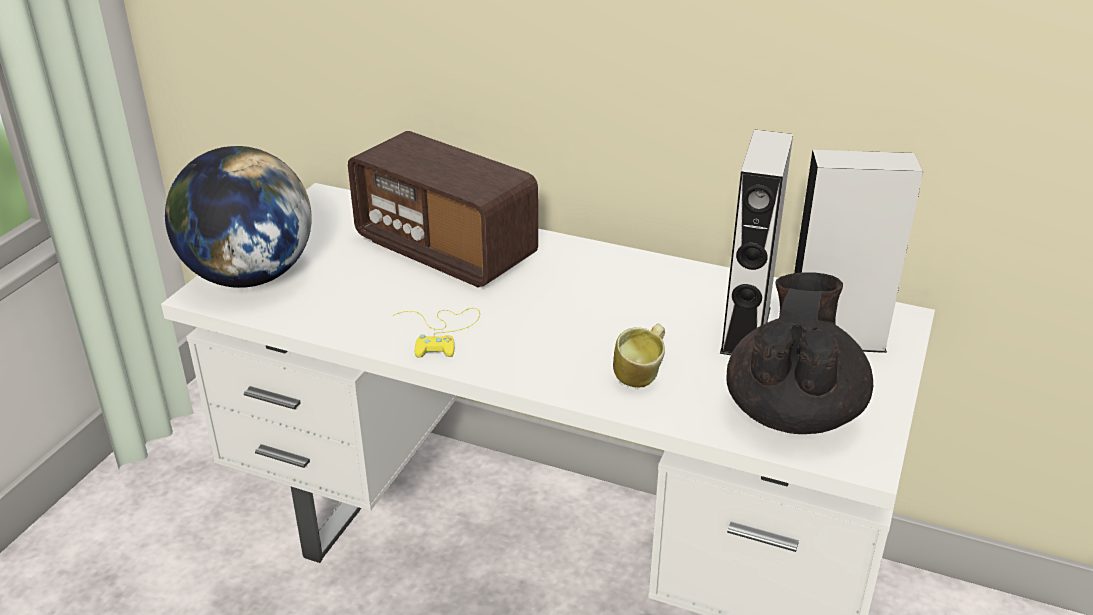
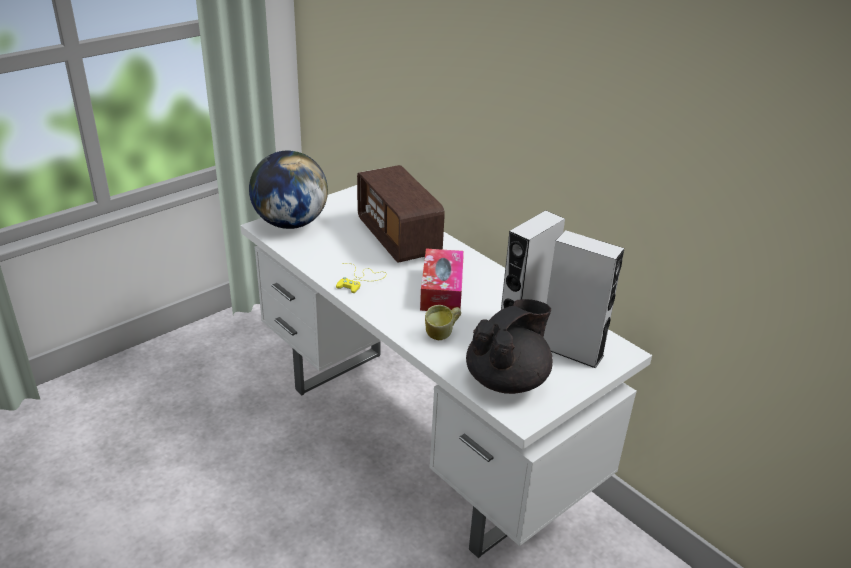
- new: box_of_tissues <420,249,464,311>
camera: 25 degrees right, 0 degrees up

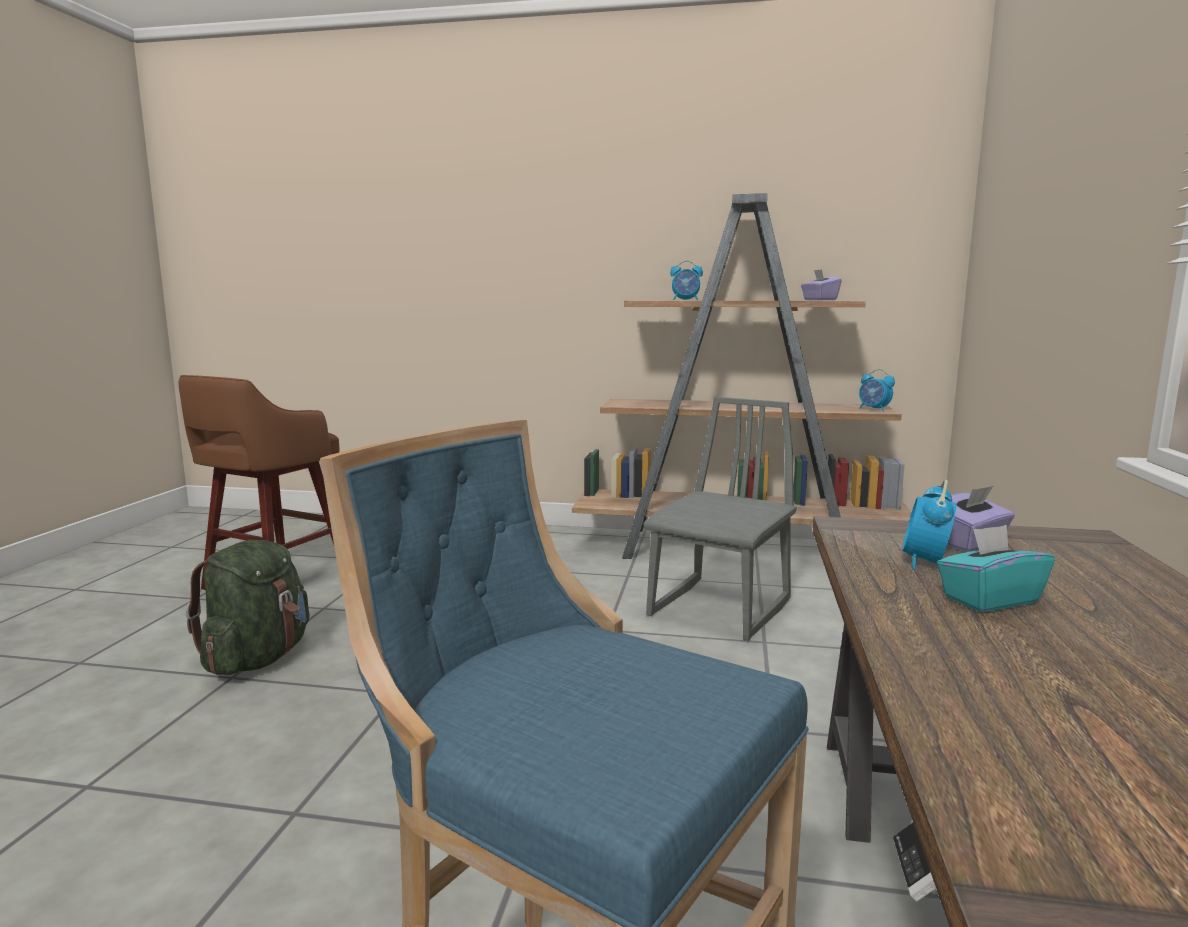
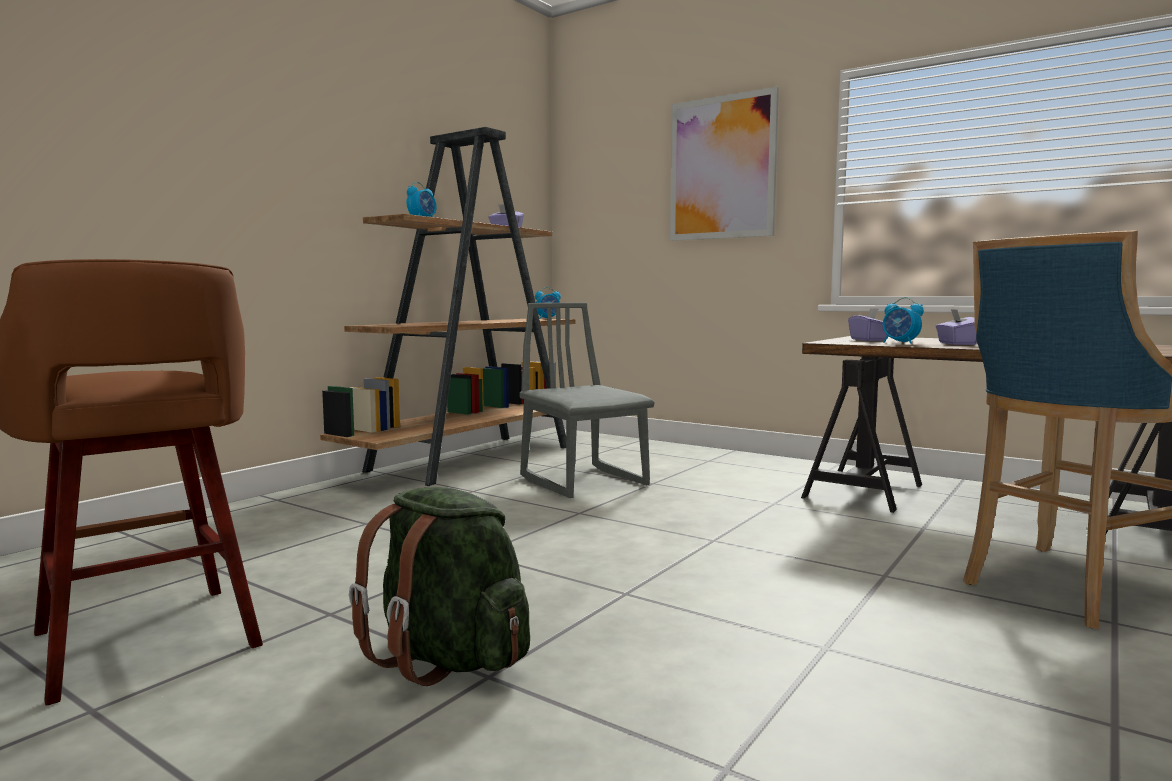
- repainted: turquoise_box_of_tissues <937,525,1055,612> to purple_box_of_tissues <936,309,977,345>
- new: wall_art <670,87,779,241>
camera: 65 degrees left, 5 degrees down

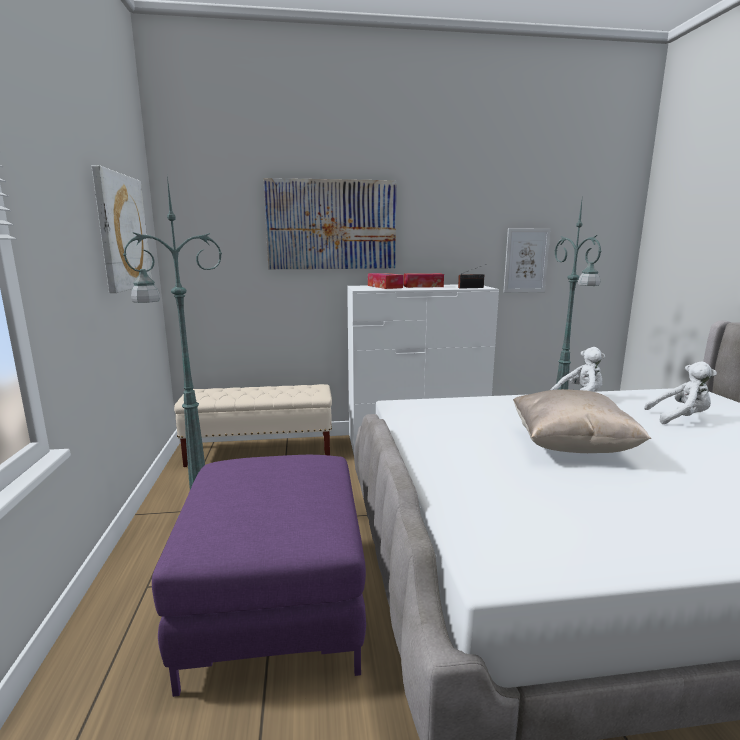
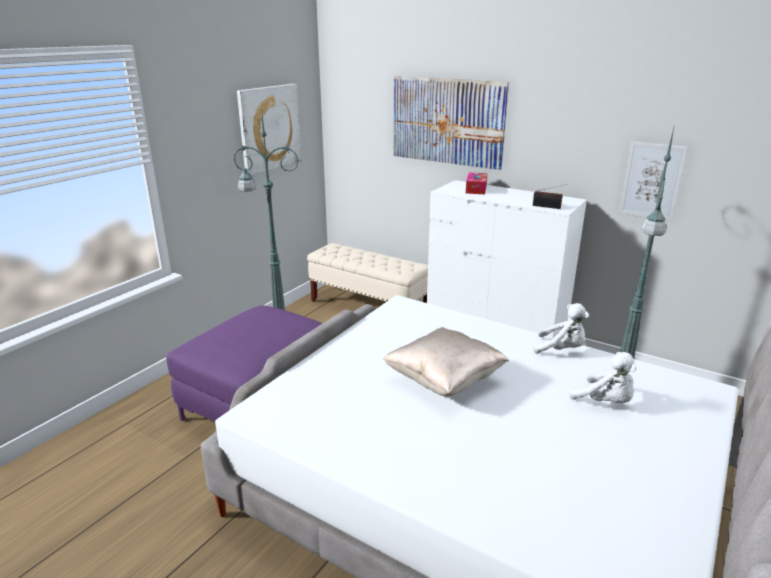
- gone: box_of_tissues <403,273,444,288>
camera: 40 degrees right, 10 degrees up

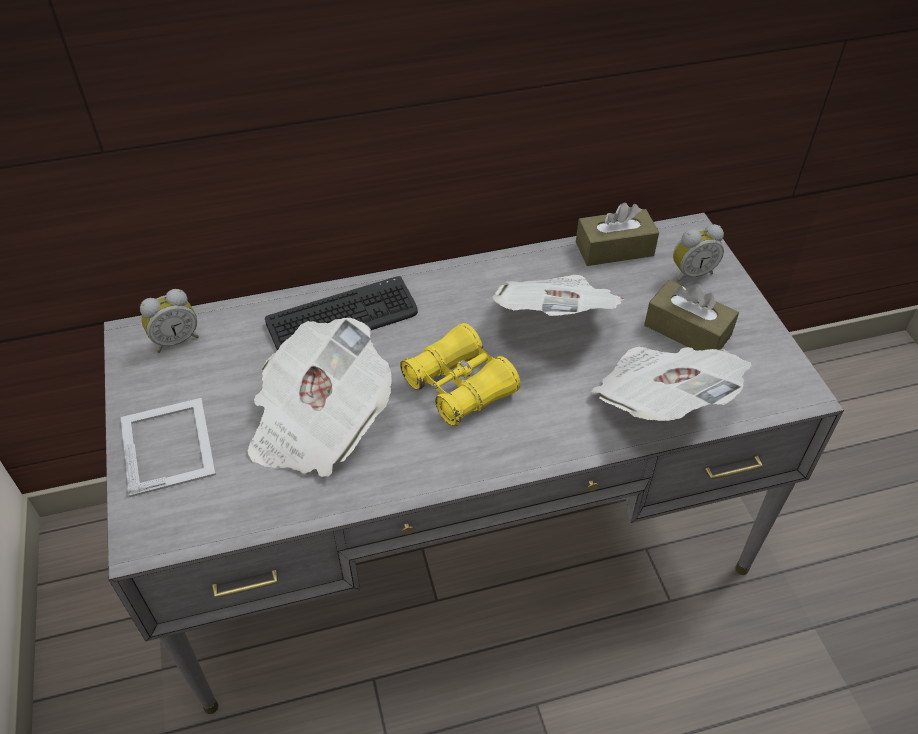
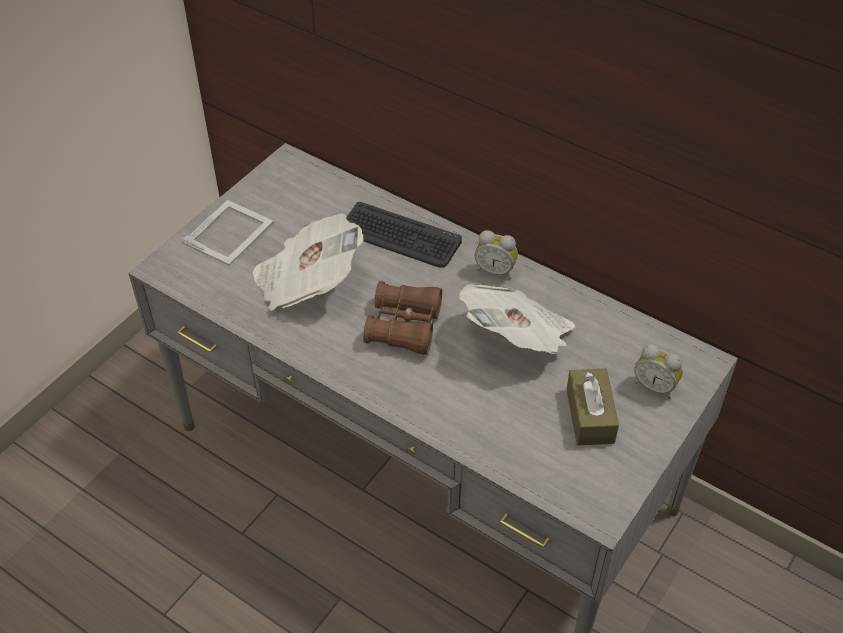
- gone: brownish_box_of_tissues <576,203,659,266>
- shifted: alarm_clock <140,289,199,353> to <475,230,518,279>
- repainted: yellowish_binoculars <400,323,521,427> to brownish_binoculars <363,281,442,355>
- gone: daily_paper <591,346,752,421>
camera: 50 degrees right, 0 degrees up

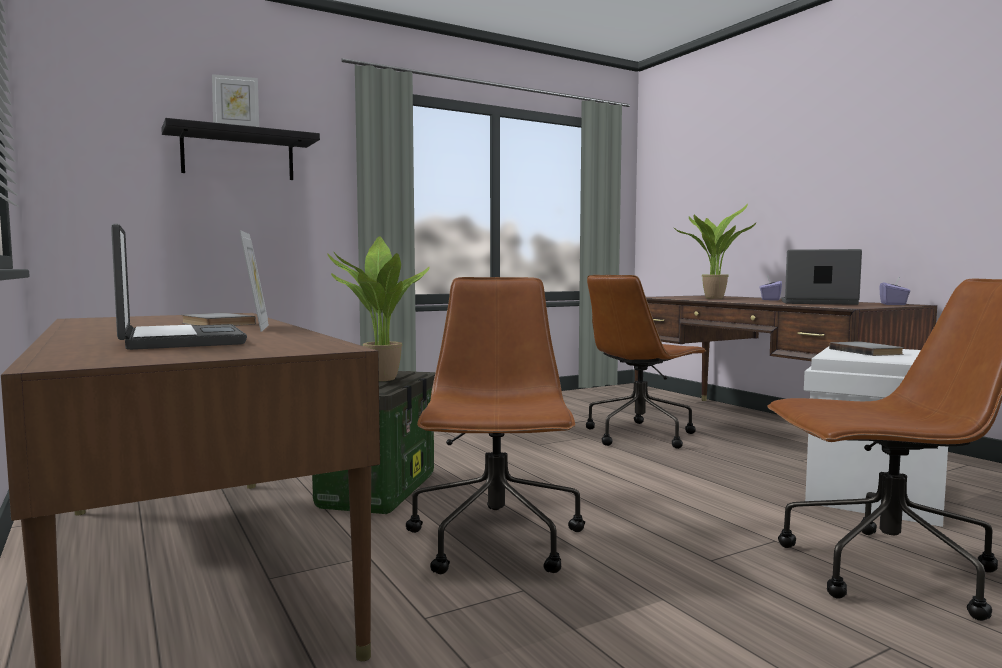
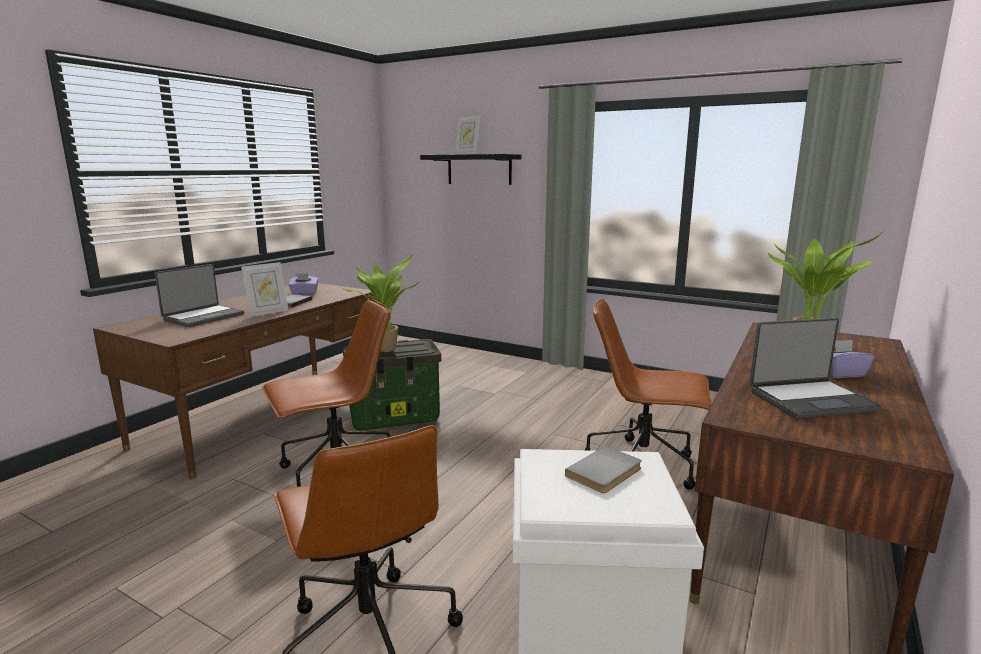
- rotated: notebook_computer <781,249,862,305> = <750,318,882,419> 90 degrees clockwise
- shifted: purple_box_of_tissues <879,276,910,305> to <289,273,318,295>
camera: 60 degrees right, 10 degrees up

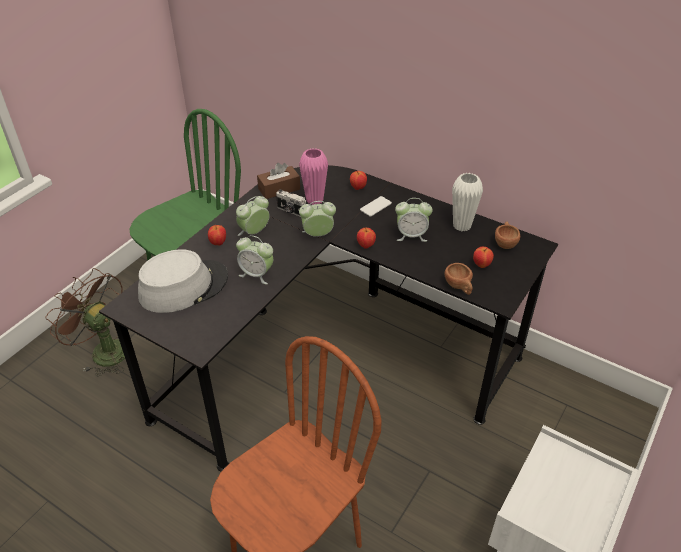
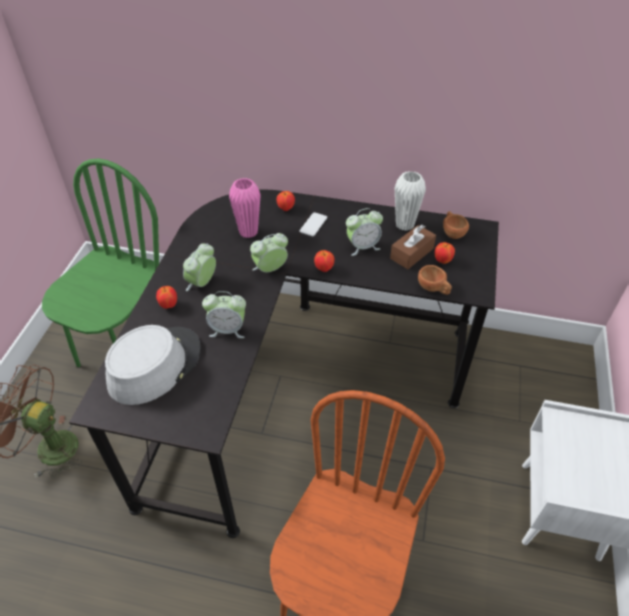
- shifted: brownish_box_of_tissues <257,163,300,199> to <390,225,436,269>
- gone: photo_camera <276,190,306,217>
camera: 20 degrees left, 5 degrees up

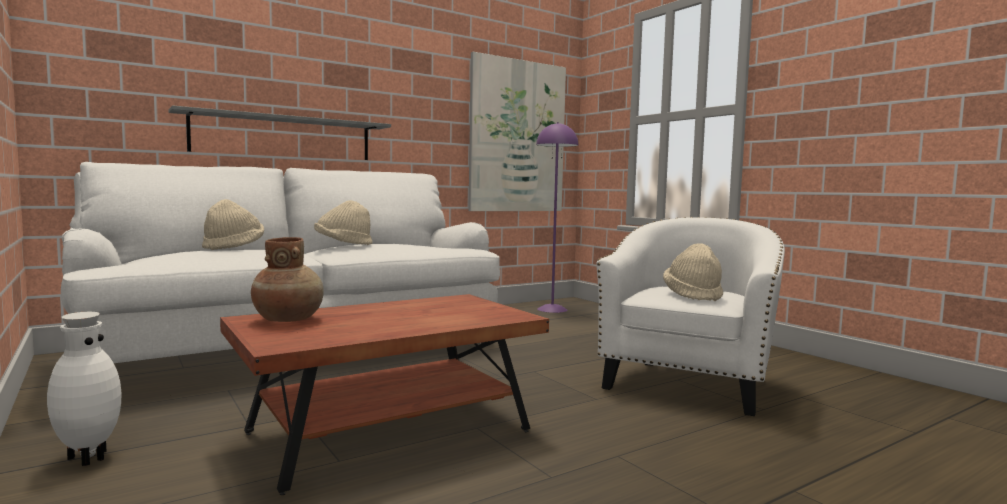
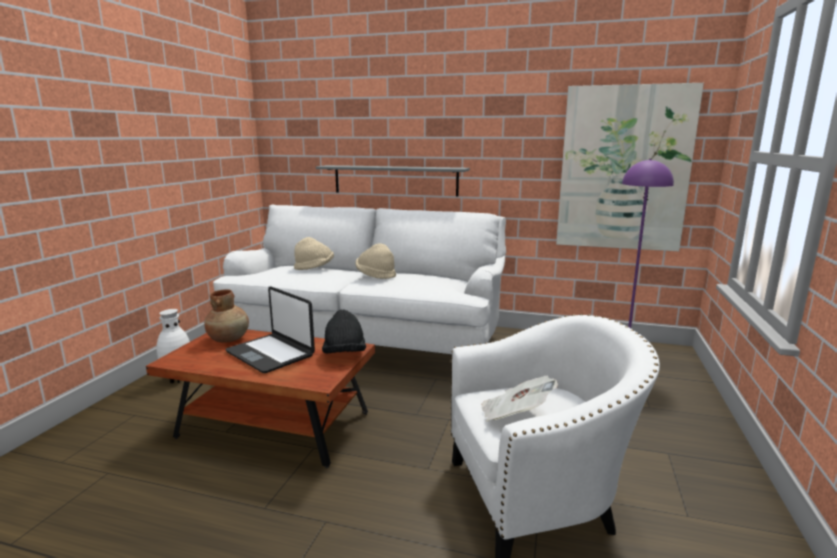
- swapped: sand-coloured_hat <663,243,723,301> to daily_paper <481,376,558,422>
- new: notebook_computer <226,286,315,373>
- new: black-coloured_hat <322,309,366,353>
camera: 50 degrees right, 10 degrees up

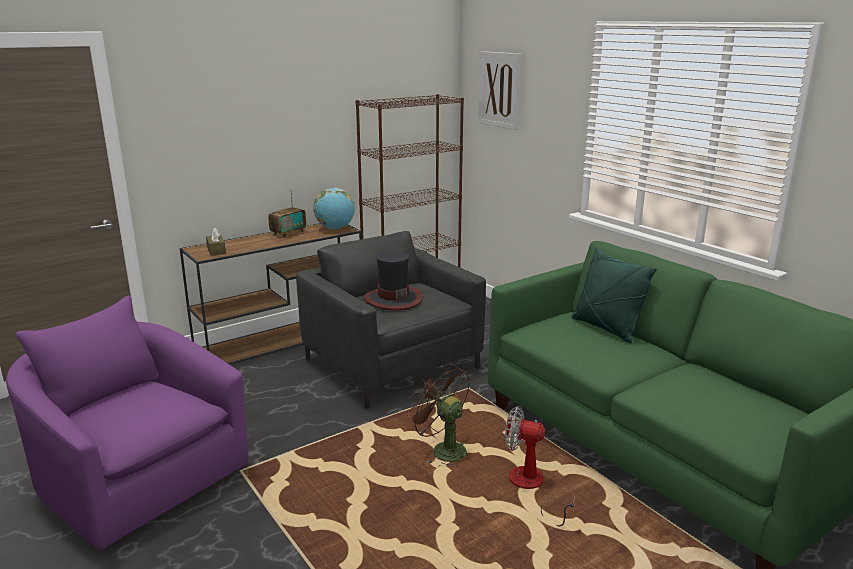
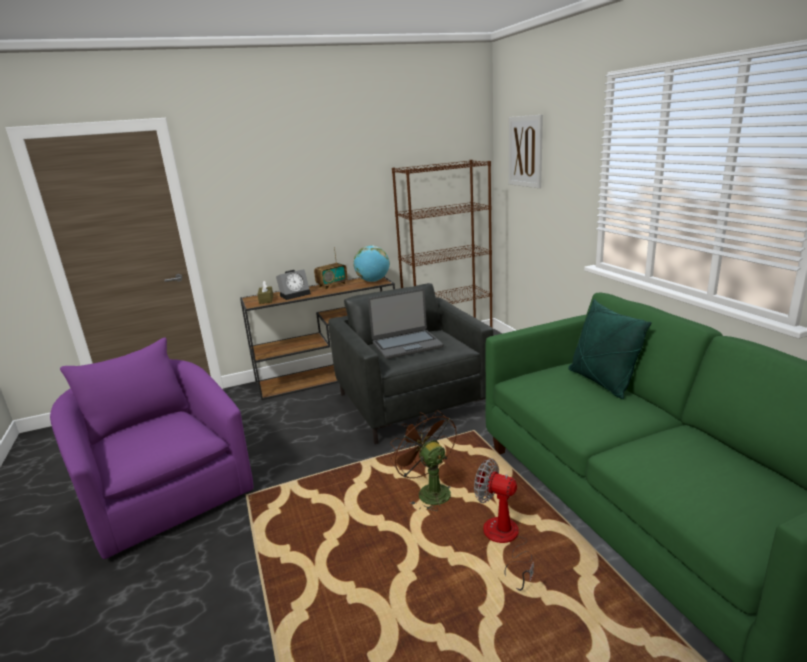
- swapped: hat <364,252,423,311> to notebook_computer <368,289,443,359>
- new: alarm_clock <276,269,311,300>
camera: 15 degrees right, 0 degrees up

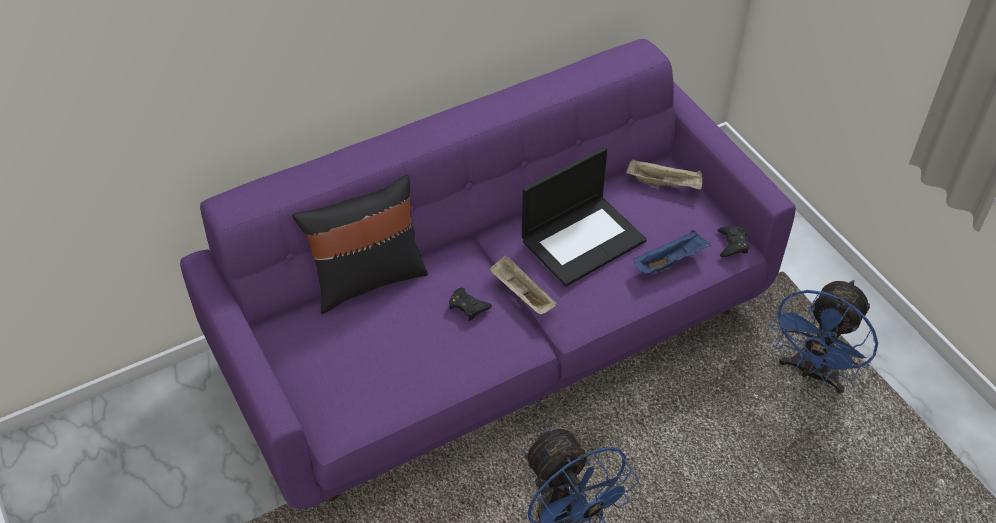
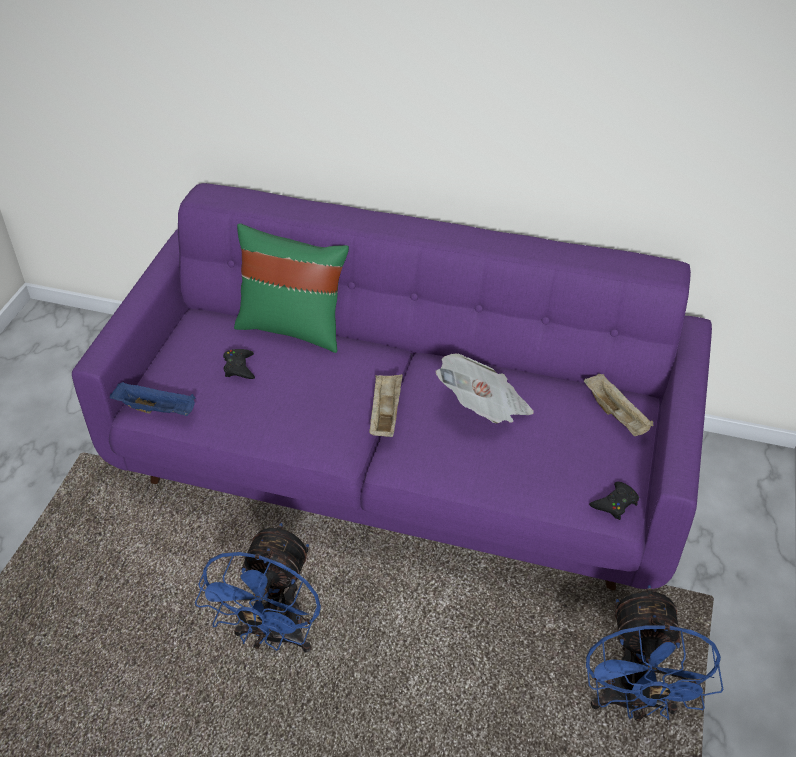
- swapped: notebook_computer <522,147,647,287> to daily_paper <435,353,534,424>
- repainted: black-coloured_pillow <292,175,428,314> to greenish_pillow <234,223,349,353>
- shifted: bluish_serving_tray <633,230,711,275> to <110,382,196,416>
- rotated: bluish_electric_fan <770,280,878,394> = <586,585,723,721> 75 degrees counterclockwise
- shifted: black-coloured_gamepad <449,287,492,321> to <223,349,255,379>
camera: 45 degrees right, 5 degrees down

